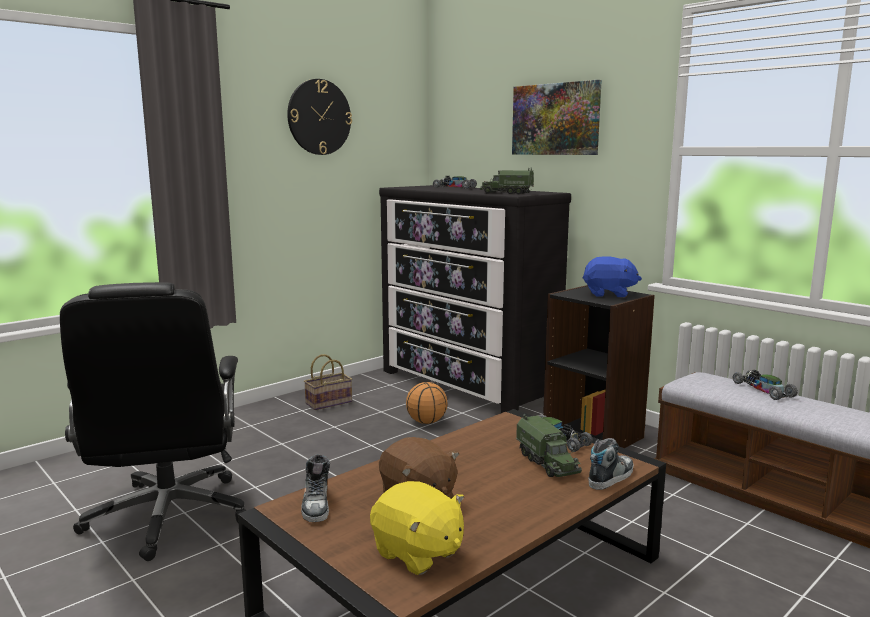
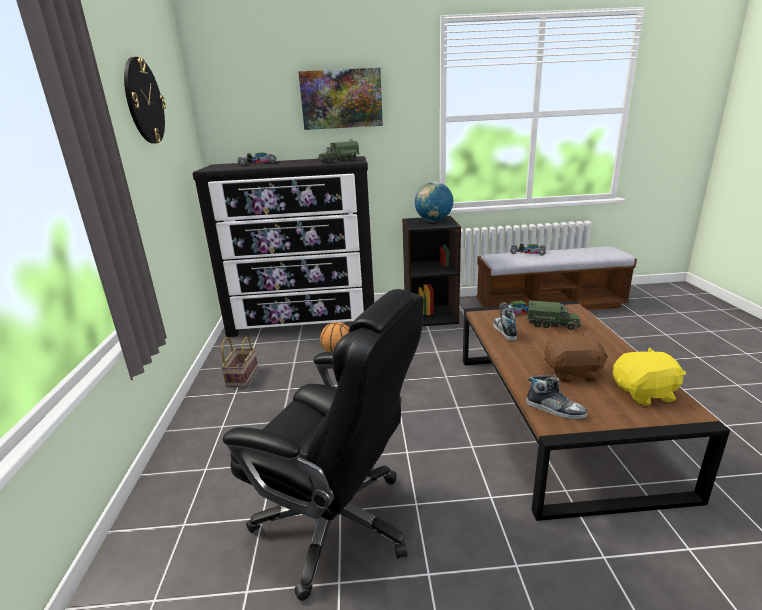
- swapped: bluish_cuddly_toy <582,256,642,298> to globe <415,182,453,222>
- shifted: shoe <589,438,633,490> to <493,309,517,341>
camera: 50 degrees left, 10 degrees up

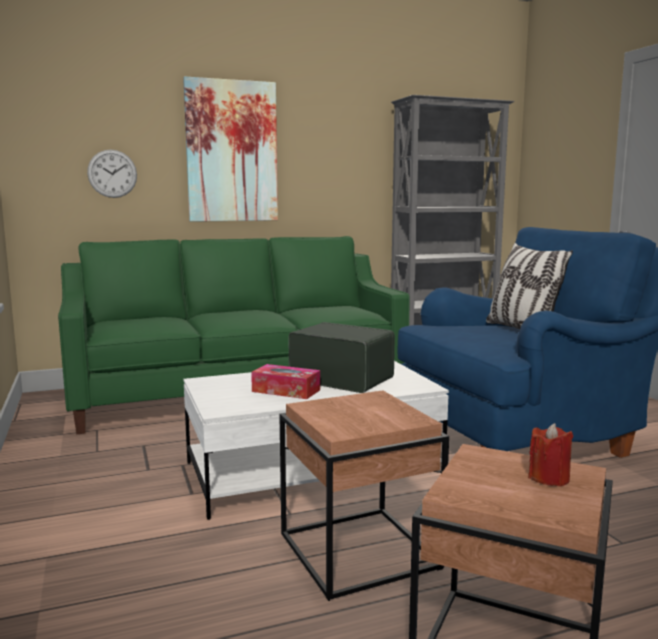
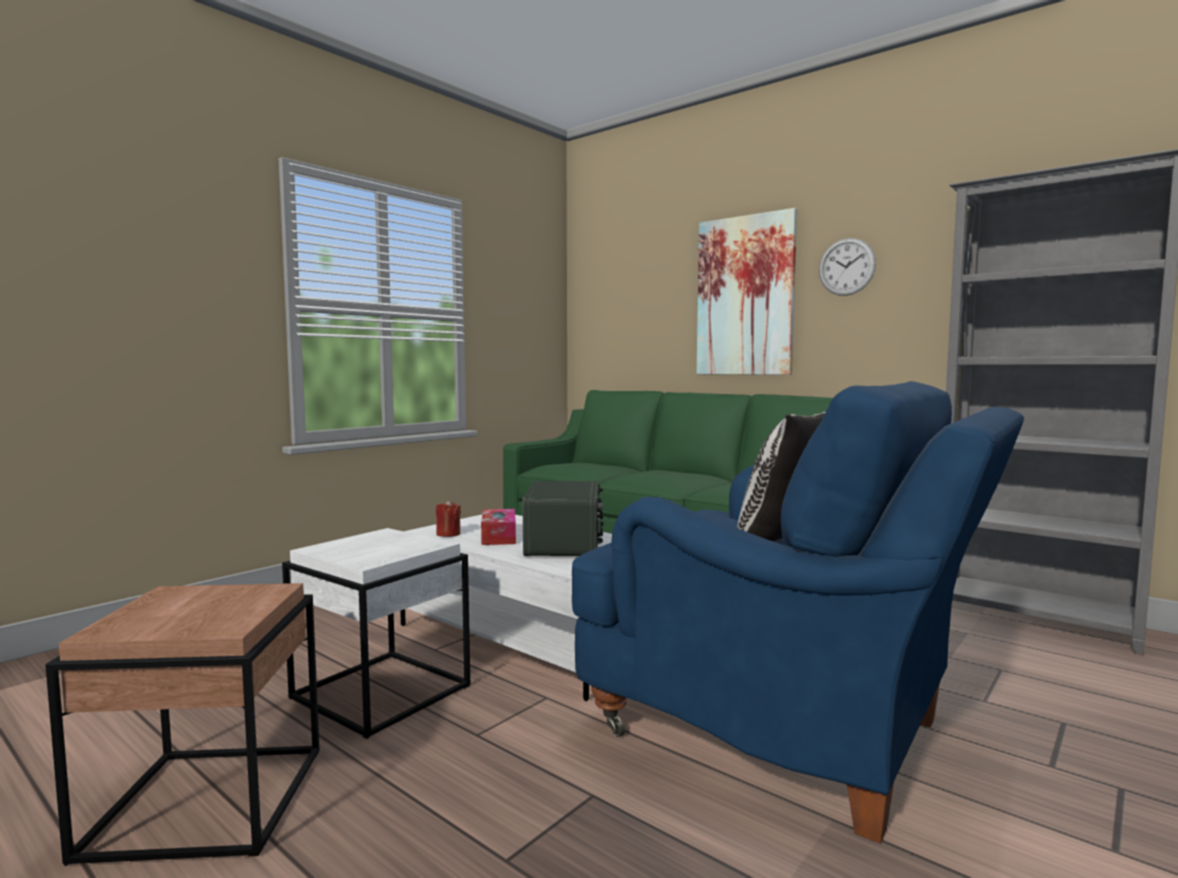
- shifted: hanging_clock <87,150,137,198> to <819,238,876,296>
- repainted: brownish_side_table <279,390,449,601> to white_side_table <282,528,470,739>
- shifted: red_candle <528,423,573,487> to <436,500,461,537>
camera: 60 degrees right, 5 degrees down

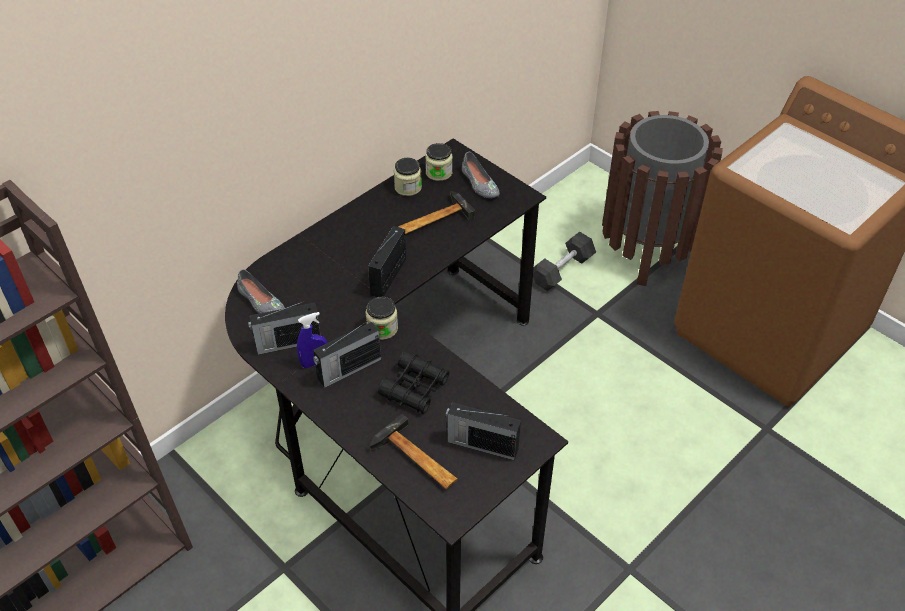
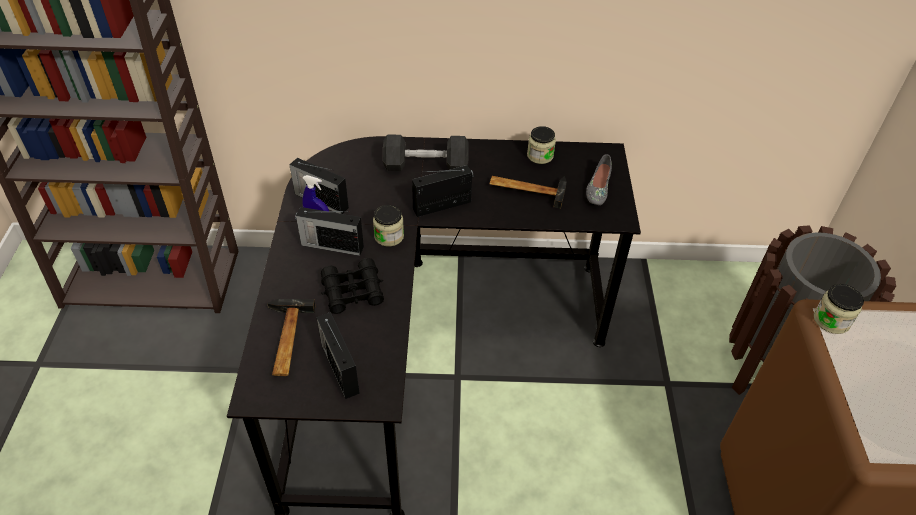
- shifted: storage_jar <425,143,452,181> to <814,284,864,334>
- shifted: black-coloured_free_weight <533,232,596,291> to <383,134,469,171>
- gone: greyish_shoe <237,269,285,314>
camera: 45 degrees right, 0 degrees up

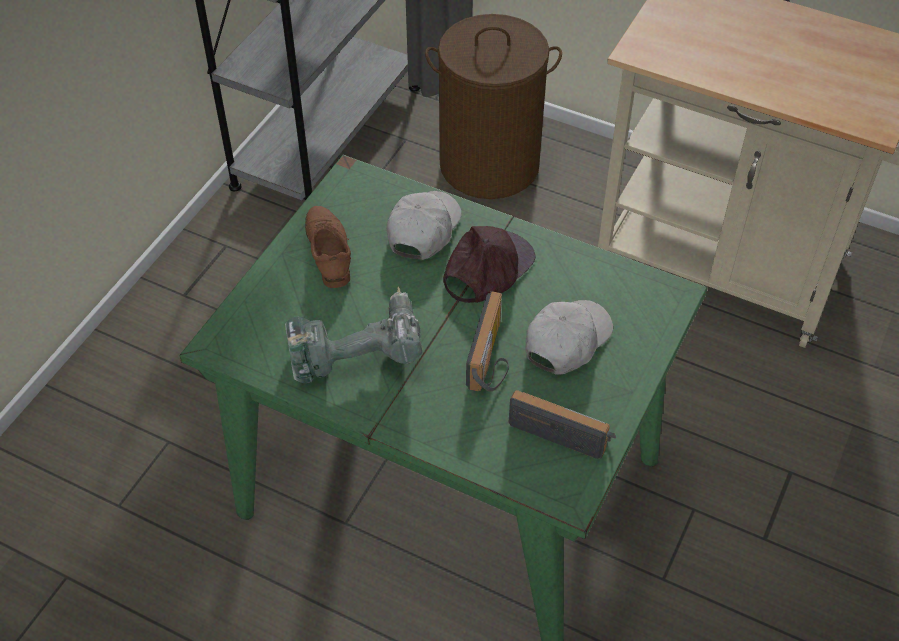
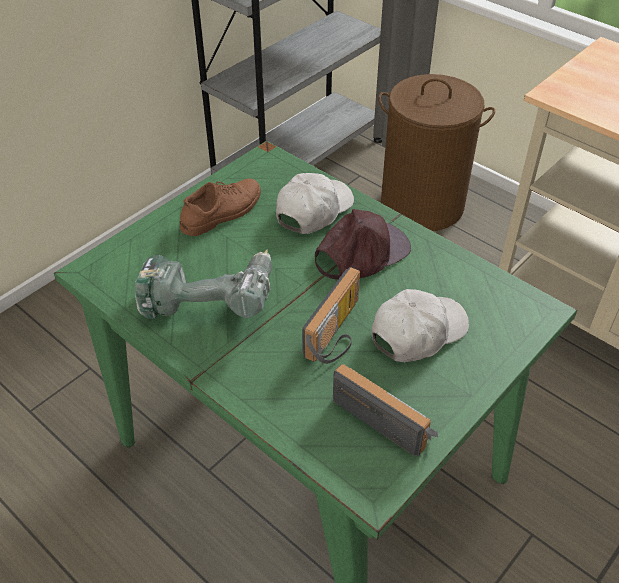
- rotated: brownish_shoe <305,206,351,288> = <180,179,261,236> 45 degrees clockwise
camera: 15 degrees right, 5 degrees down

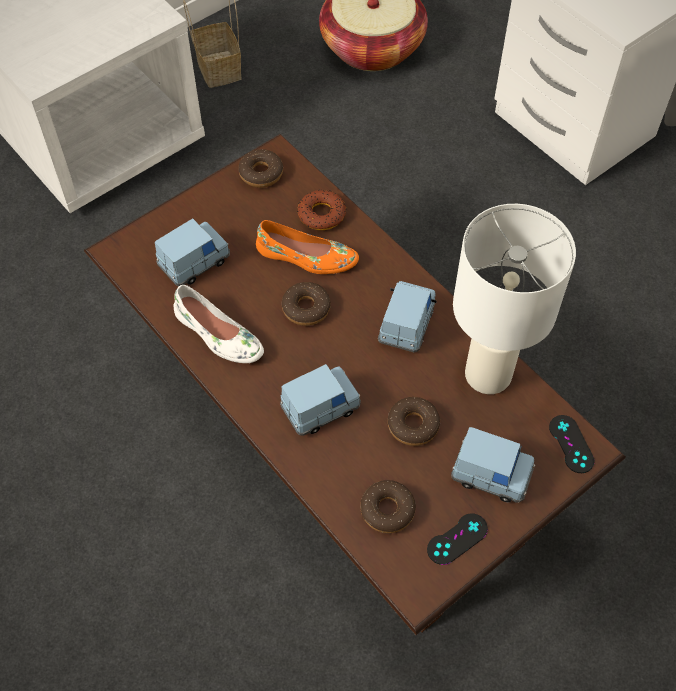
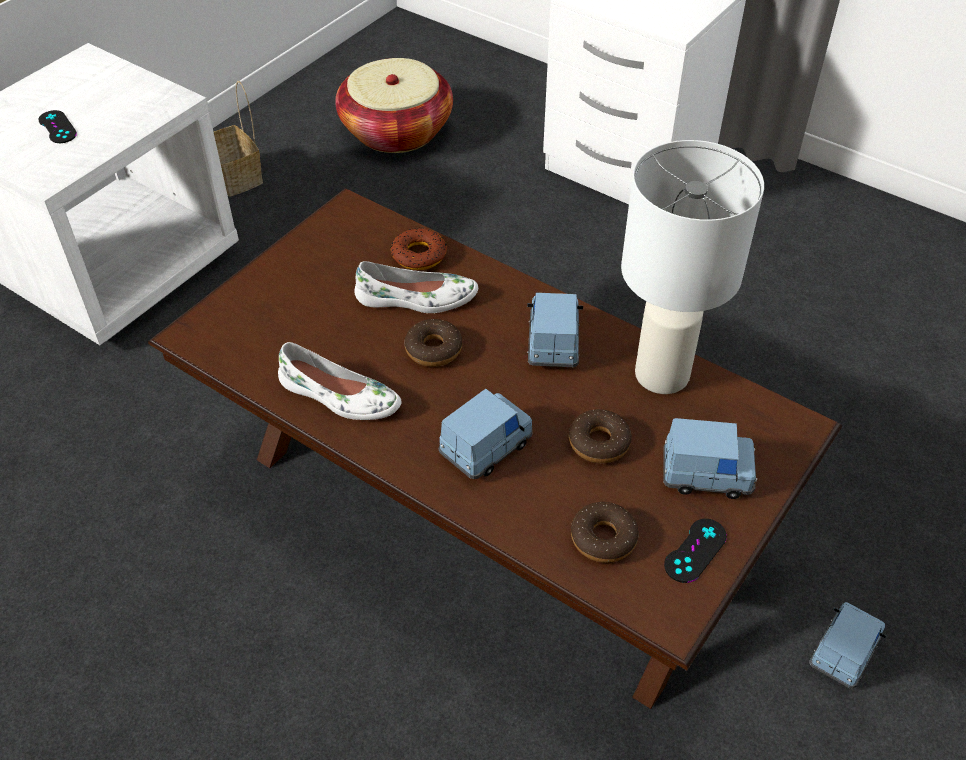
- gone: donut <238,149,283,188>
- shifted: bluish_toy_car <155,218,230,286> to <809,602,886,689>
- repainted: orangey_shoe <256,220,359,274> to white_shoe <354,261,478,313>
- shifted: black-coloured_gamepad <549,415,594,473> to <38,110,77,143>
camera: 15 degrees left, 10 degrees down

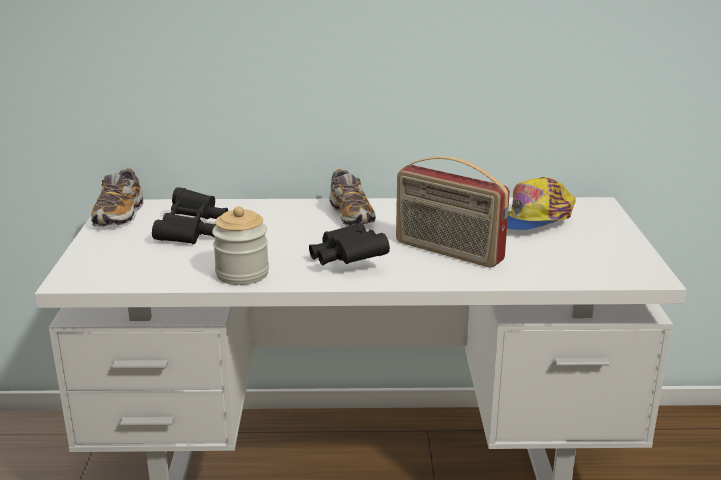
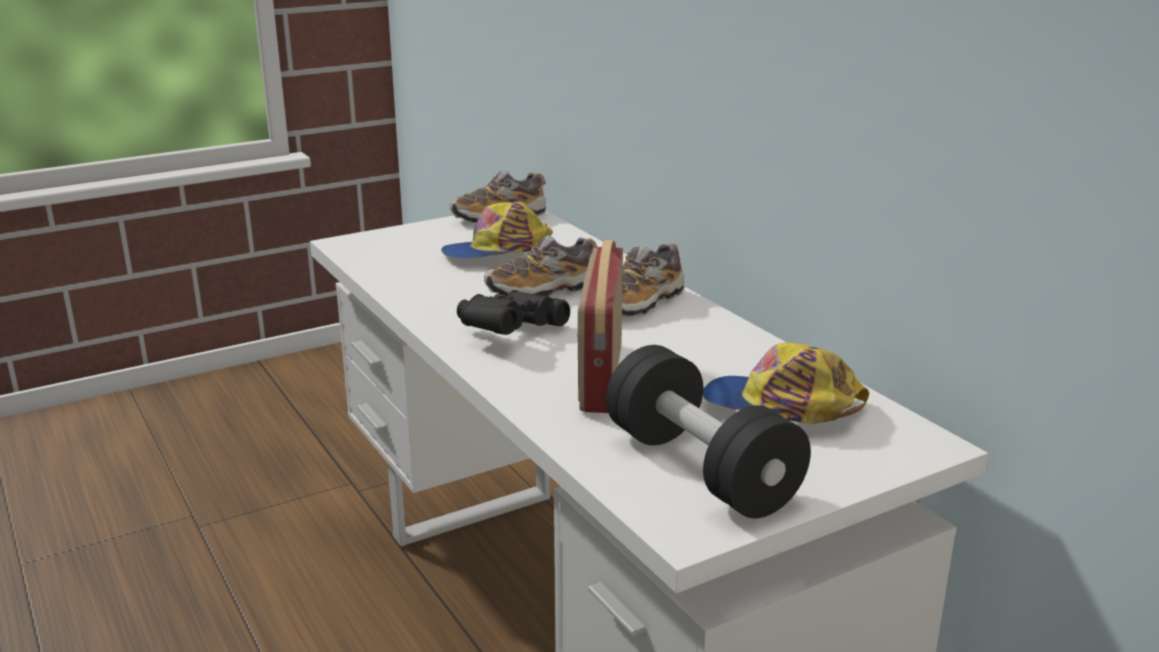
- swapped: black-coloured_binoculars <152,187,228,244> to cap <441,202,553,259>
- gone: storage_jar <212,206,269,285>
- new: shoe <484,235,598,299>
- new: black-coloured_free_weight <606,345,811,518>
camera: 60 degrees right, 0 degrees up

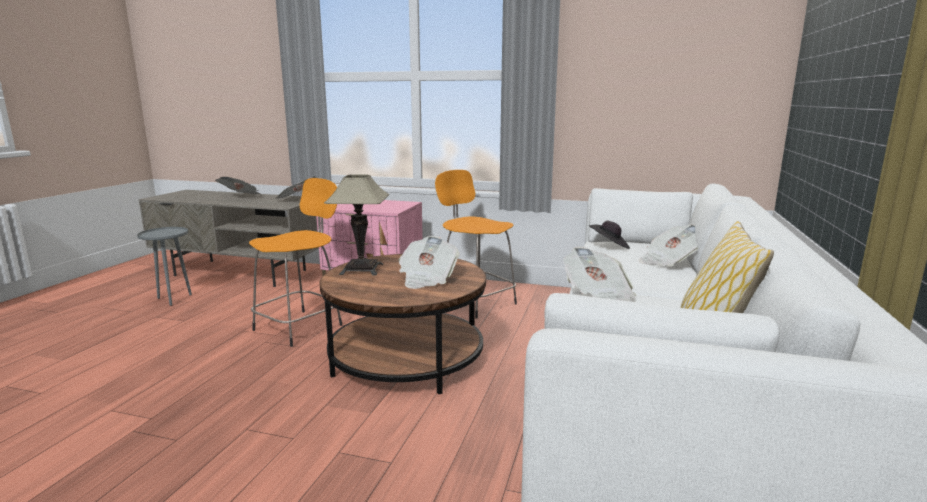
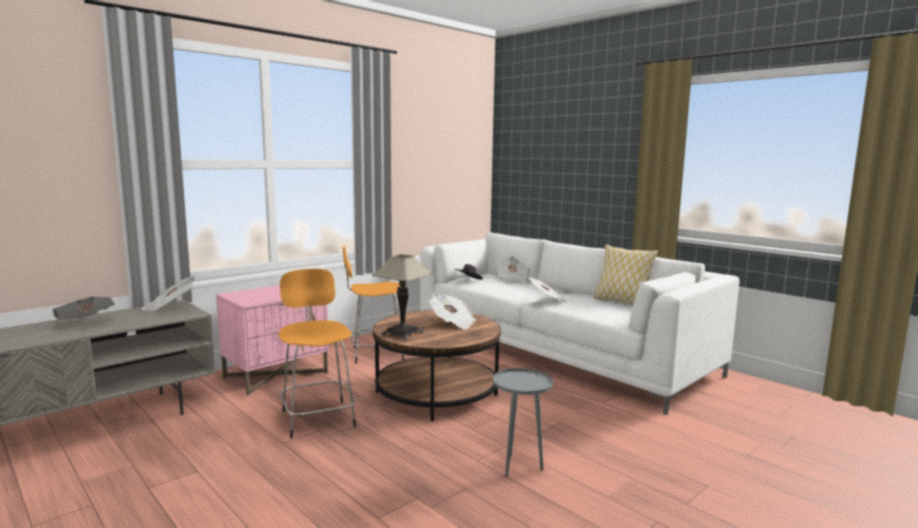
- shifted: greyish_side_table <137,227,192,306> to <493,368,553,477>
camera: 60 degrees left, 5 degrees down

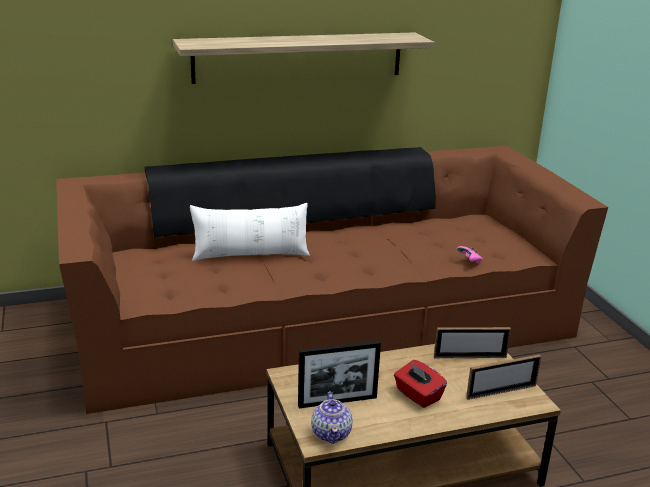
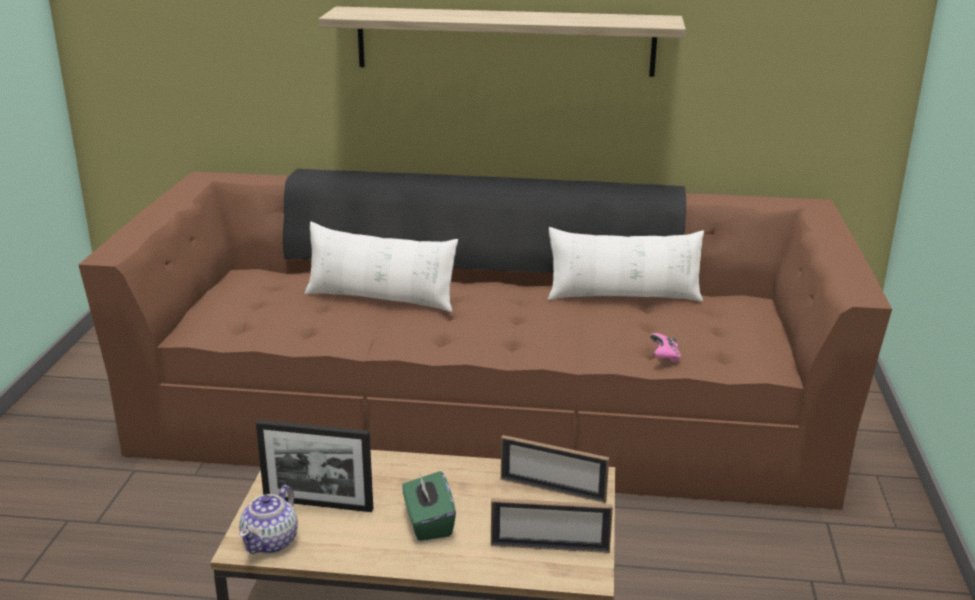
- repainted: red_box_of_tissues <394,360,447,408> to greenish_box_of_tissues <402,471,456,541>
- new: white_pillow <548,227,704,302>
camera: 25 degrees right, 0 degrees up

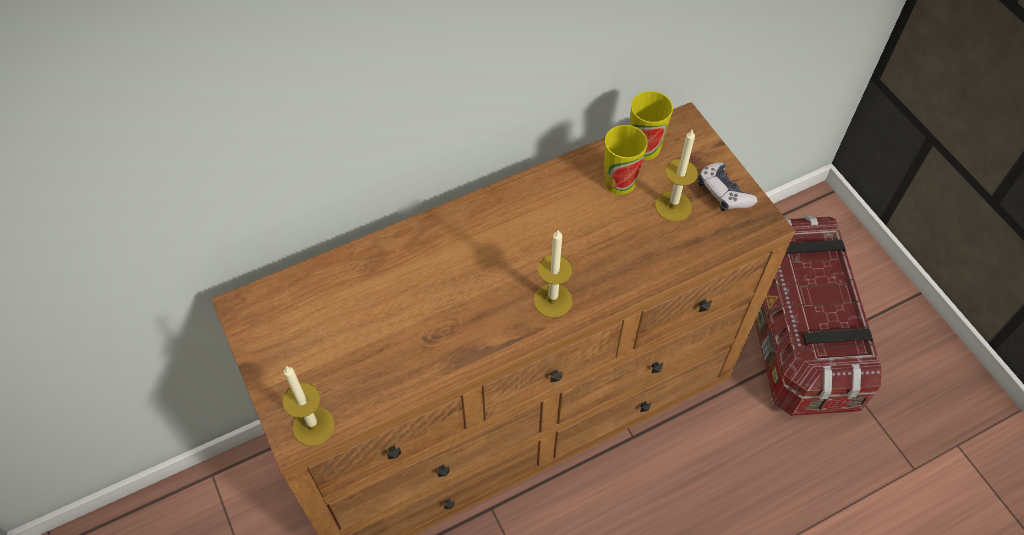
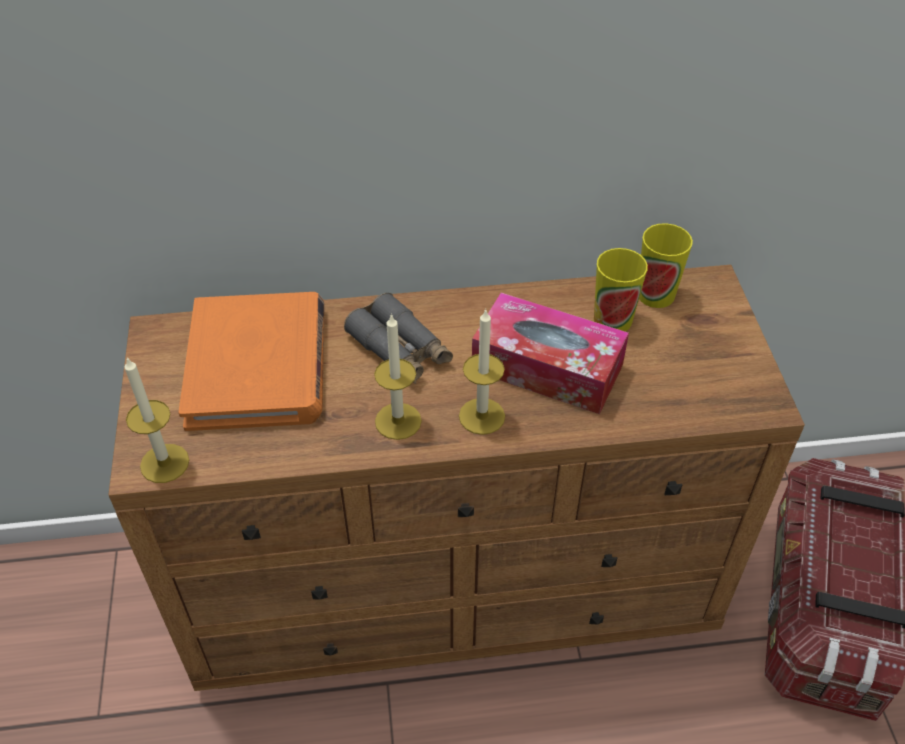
- shifted: candle <655,129,698,222> to <374,313,422,440>
- gone: gamepad <698,162,757,211>
- new: orangey_volume <179,292,324,431>
- new: box_of_tissues <472,292,629,414>
- new: greyish_binoculars <344,293,453,384>
camera: 20 degrees right, 10 degrees down

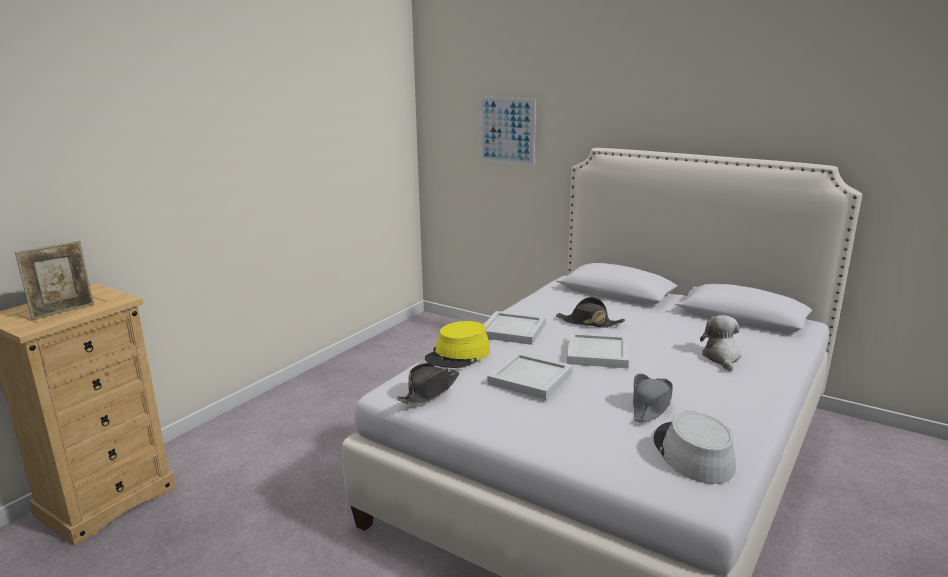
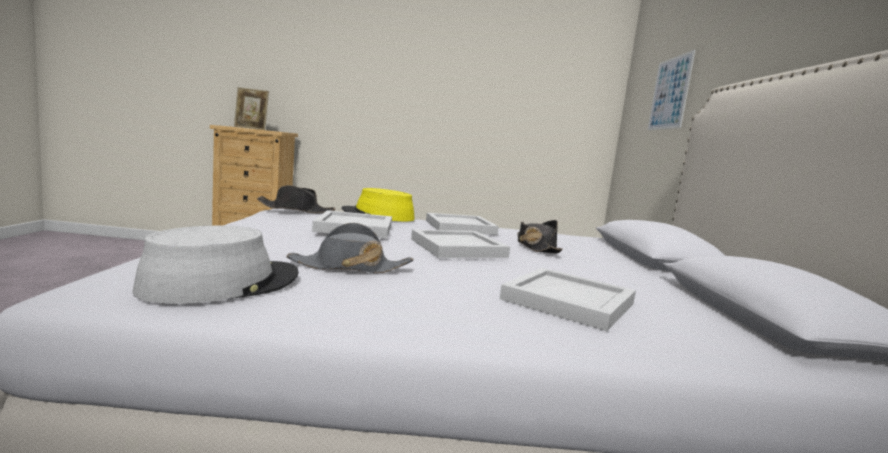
- swapped: cuddly_toy <700,315,741,371> to white_serving_tray <500,268,636,331>
camera: 55 degrees right, 10 degrees down

